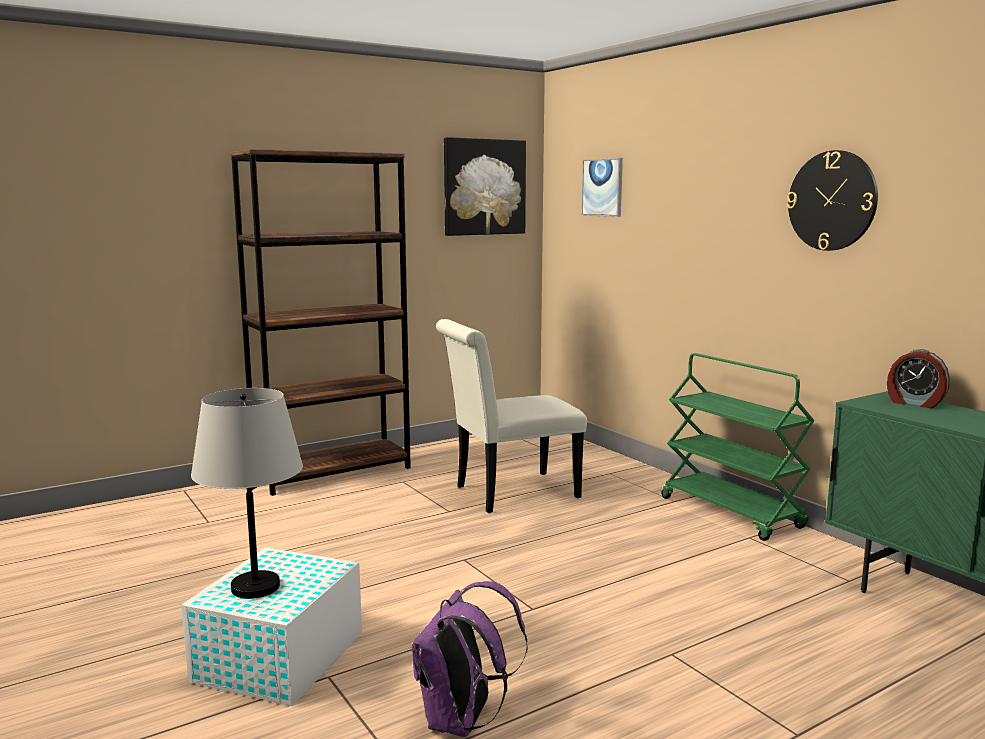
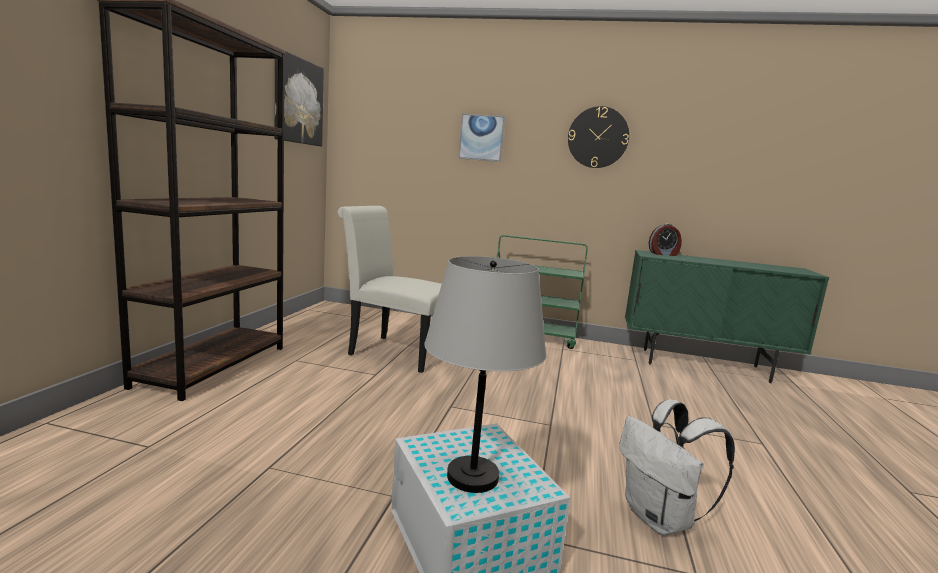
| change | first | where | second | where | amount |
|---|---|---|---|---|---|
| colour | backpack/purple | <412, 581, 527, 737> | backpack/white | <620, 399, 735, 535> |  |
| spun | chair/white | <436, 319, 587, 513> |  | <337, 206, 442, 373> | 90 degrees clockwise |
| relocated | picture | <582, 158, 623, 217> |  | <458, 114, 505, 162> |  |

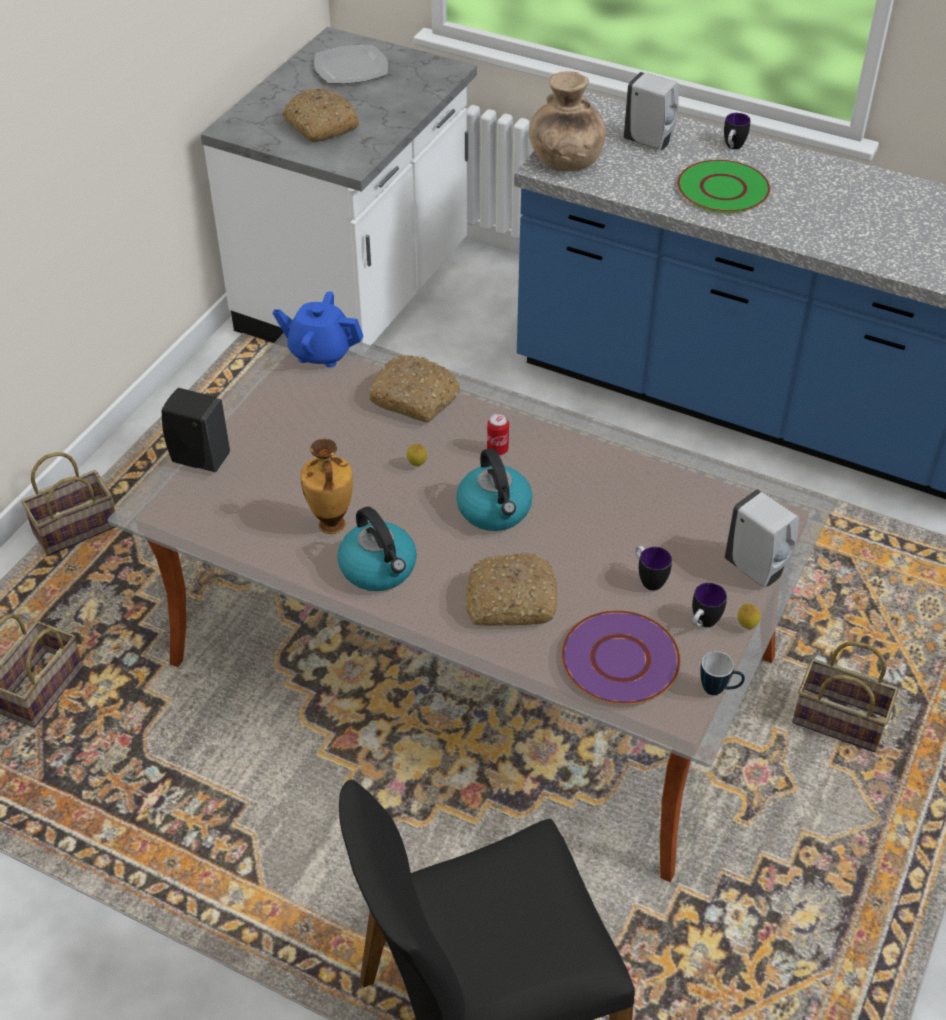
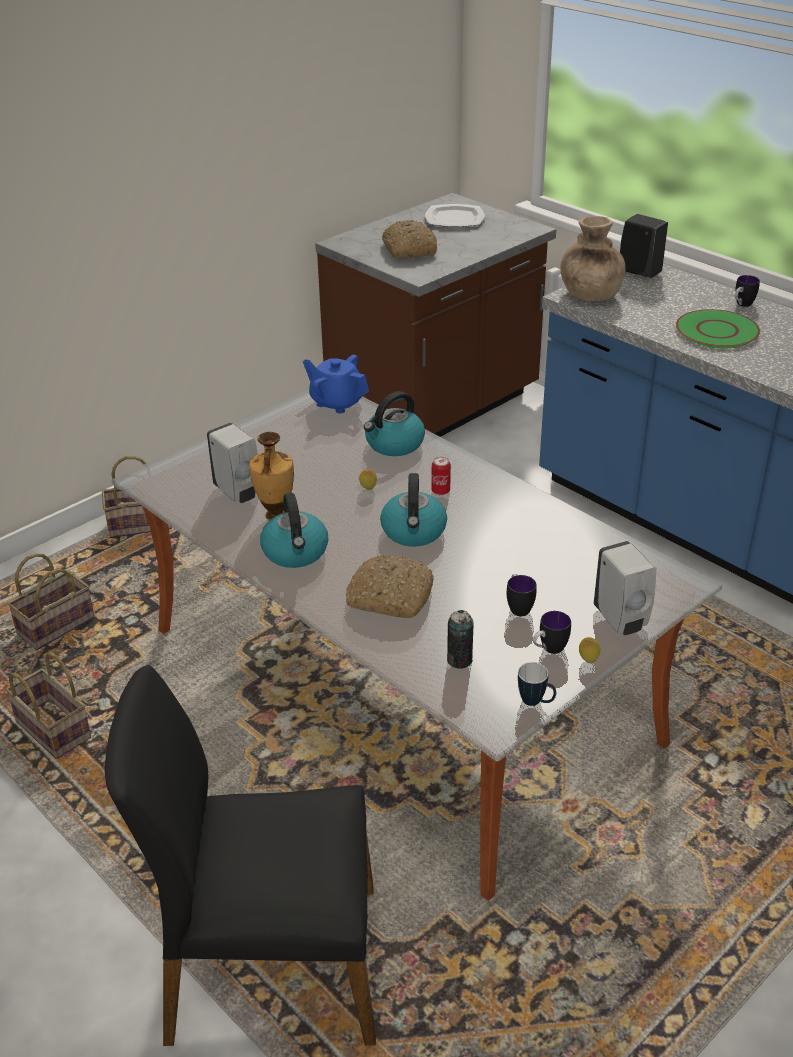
| change | first | where | second | where | amount |
|---|---|---|---|---|---|
| relocated | soap dispenser/black | <162, 388, 230, 472> |  | <620, 214, 668, 278> |  |
| colour | counter/white | <201, 27, 477, 345> | counter/brown | <315, 193, 556, 437> |  |
| exchanged | bread | <368, 355, 460, 422> | kettle | <364, 391, 425, 456> |  |
| exchanged | plate/purple | <561, 610, 681, 705> | can | <447, 610, 474, 669> |  |
| relocated | soap dispenser/white | <624, 72, 679, 150> |  | <207, 423, 258, 503> |  |
| relocated | basket | <792, 641, 899, 752> |  | <5, 652, 91, 759> |  |

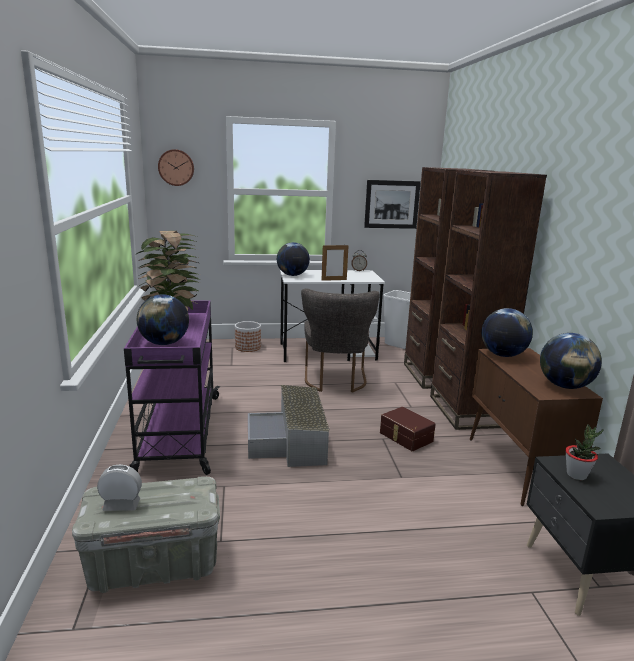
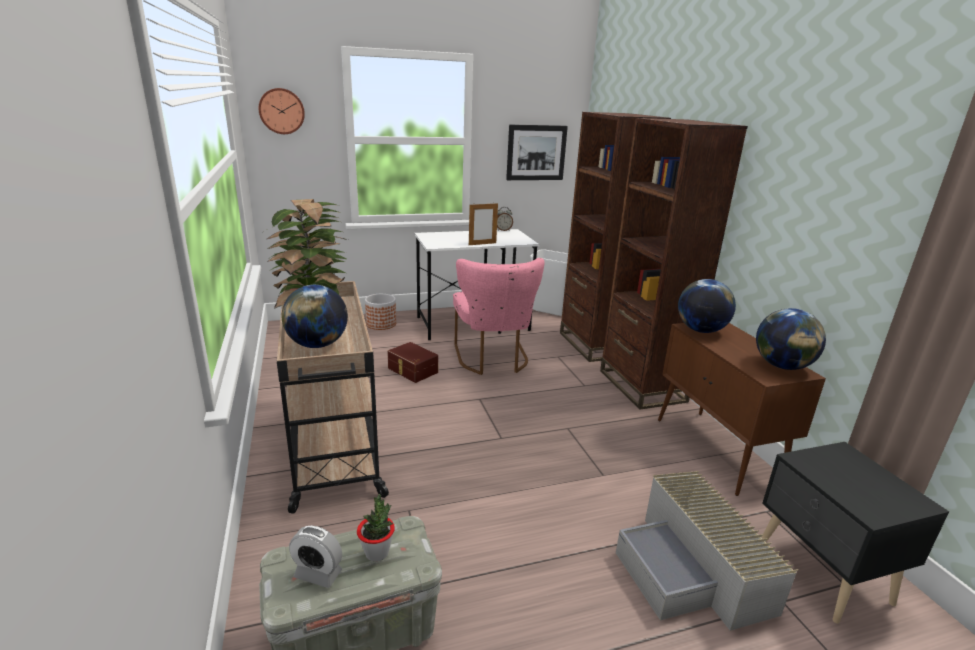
| change | first | where | second | where | amount |
|---|---|---|---|---|---|
| spun | alarm clock | <97, 464, 142, 511> |  | <289, 525, 342, 588> | 150 degrees counterclockwise |
| colour | cart/purple | <124, 300, 220, 475> | cart/beige | <277, 281, 389, 514> |  |
| relocated | storage box/grey | <248, 385, 330, 467> |  | <616, 471, 798, 631> |  |
| missing | globe | <277, 242, 310, 276> |  |  |  |
| colour | chair/grey | <301, 288, 380, 393> | chair/pink | <453, 258, 545, 375> |  |
| relocated | storage box/brown | <380, 407, 435, 451> |  | <387, 342, 438, 383> |  |
| relocated | potted plant | <565, 424, 603, 480> |  | <357, 494, 395, 562> |  |

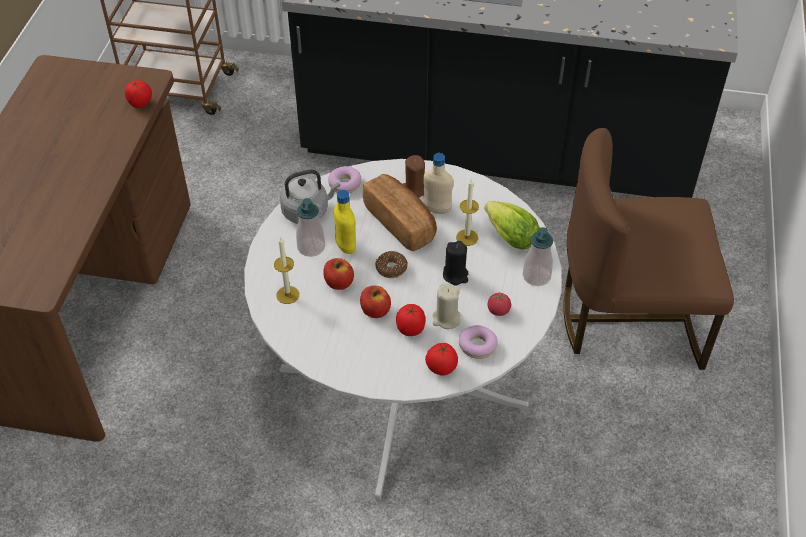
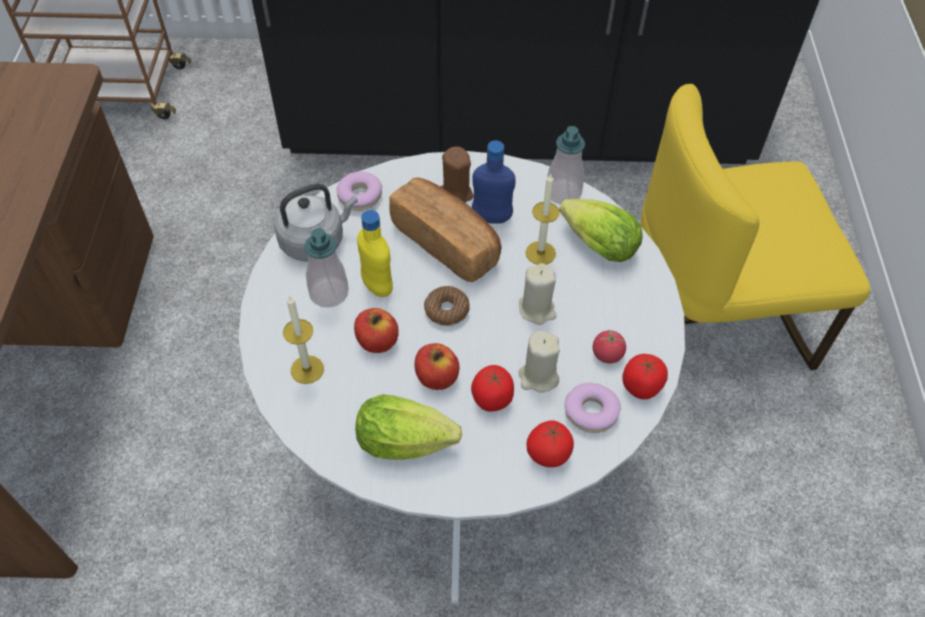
| change | first | where | second | where | amount |
|---|---|---|---|---|---|
| relocated | tomato | <125, 80, 152, 108> |  | <623, 354, 668, 399> |  |
| colour | bottle/beige | <423, 153, 453, 214> | bottle/blue | <472, 141, 516, 224> |  |
| colour | candle/black | <443, 241, 468, 286> | candle/beige | <519, 263, 556, 325> |  |
| relocated | soap dispenser | <523, 227, 553, 286> |  | <547, 126, 585, 205> |  |
| colour | chair/brown | <564, 128, 734, 370> | chair/yellow | <641, 84, 870, 370> |  |
| appeared |  |  | lettuce | <355, 394, 462, 460> |  |

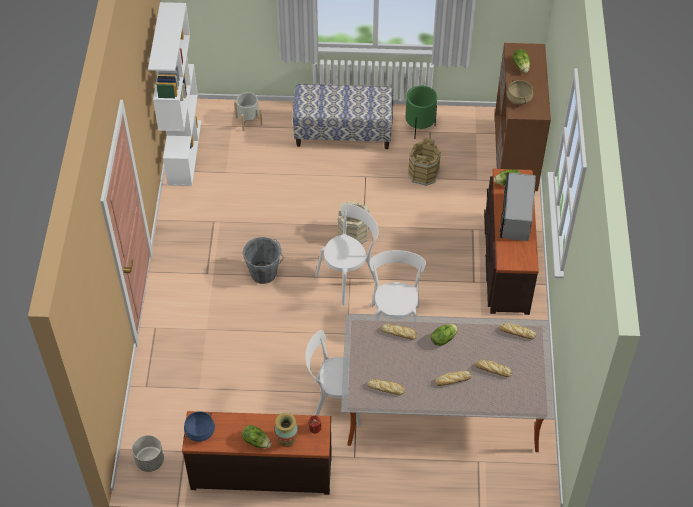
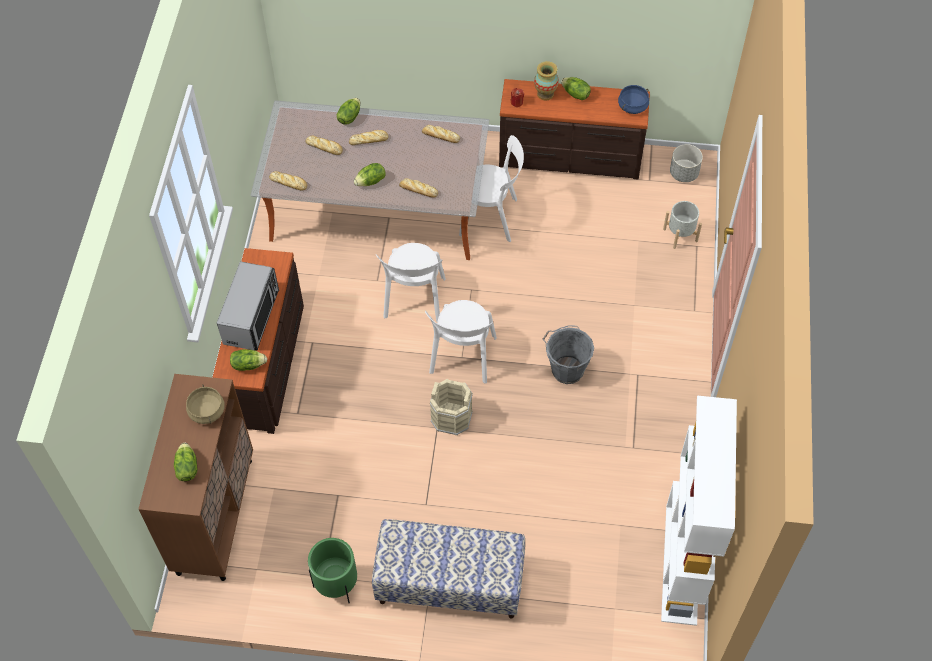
| change | first | where | second | where | amount |
|---|---|---|---|---|---|
| relocated | planter/grey | <234, 92, 262, 131> |  | <663, 201, 702, 249> |  |
| spun | chair/white | <315, 203, 379, 305> |  | <425, 300, 497, 383> | 45 degrees counterclockwise |
| missing | bucket/brown | <407, 137, 441, 186> |  |  |  |
| appeared |  |  | lettuce | <337, 98, 360, 125> |  |

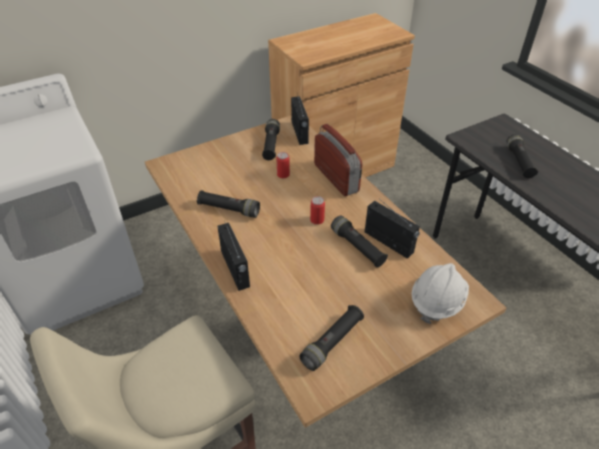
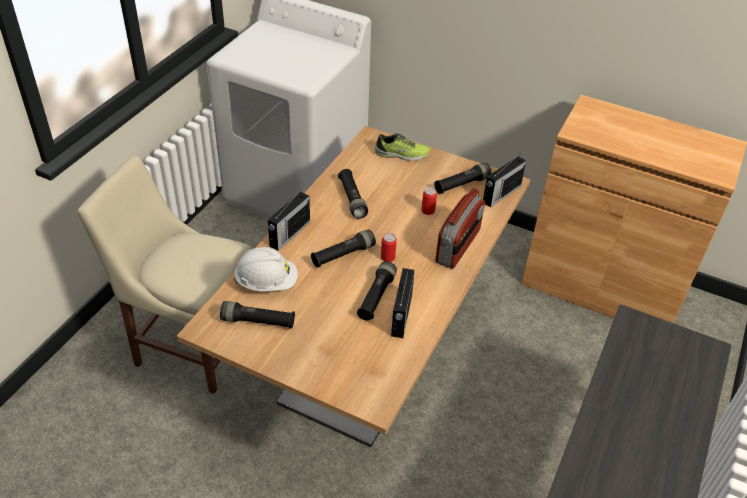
| change | first | where | second | where | amount |
|---|---|---|---|---|---|
| relocated | hard hat/white | <412, 263, 469, 324> |  | <234, 247, 298, 291> |  |
| relocated | flashlight/black | <506, 134, 538, 178> |  | <311, 229, 376, 267> |  |
| appeared |  |  | shoe | <374, 133, 430, 161> |  |

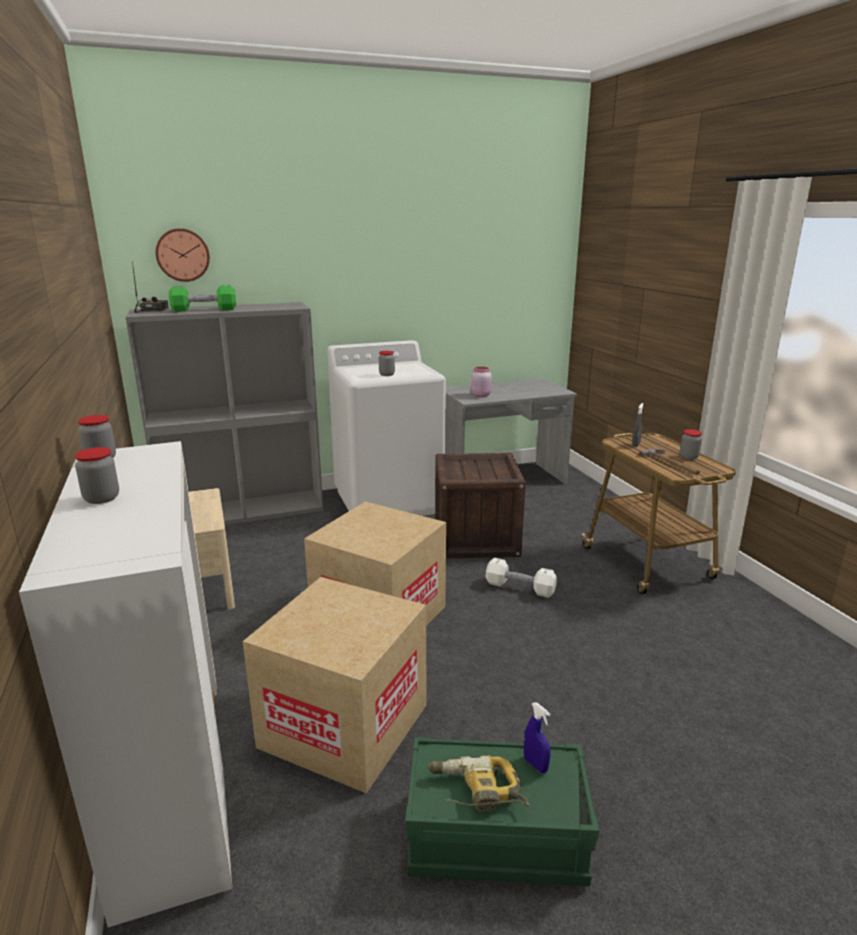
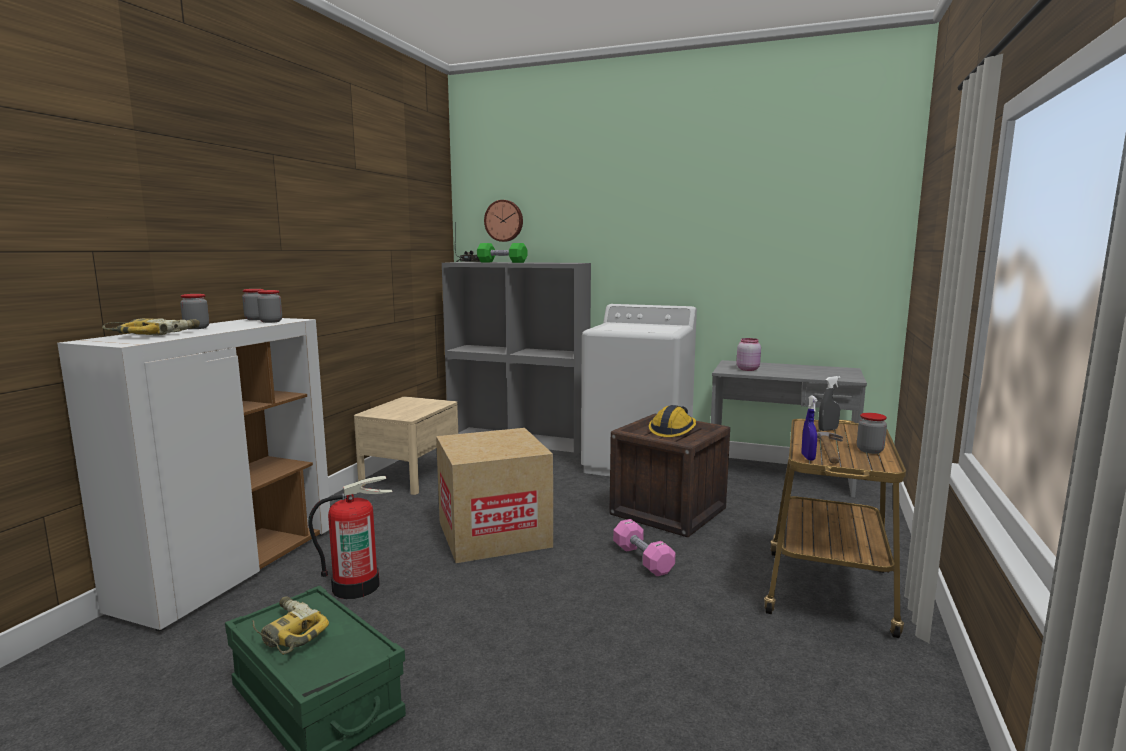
| change | first | where | second | where | amount |
|---|---|---|---|---|---|
| exchanged | cardboard box | <243, 577, 426, 794> | fire extinguisher | <308, 476, 393, 599> |  |
| relocated | jar | <379, 351, 395, 376> |  | <257, 290, 282, 323> |  |
| colour | dumbbell/white | <486, 558, 557, 598> | dumbbell/pink | <613, 519, 676, 576> |  |
| relocated | spray bottle/blue | <524, 702, 551, 773> |  | <802, 395, 817, 460> |  |
| appeared |  |  | power drill | <102, 318, 200, 336> |  |
| appeared |  |  | hard hat | <649, 405, 696, 437> |  |

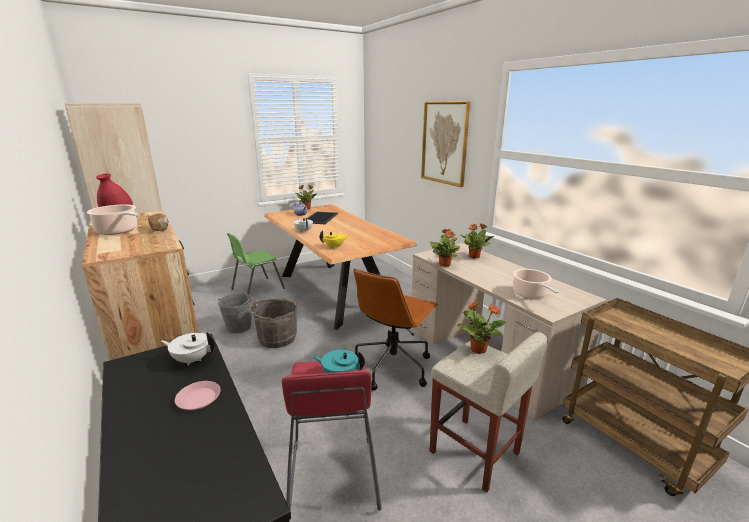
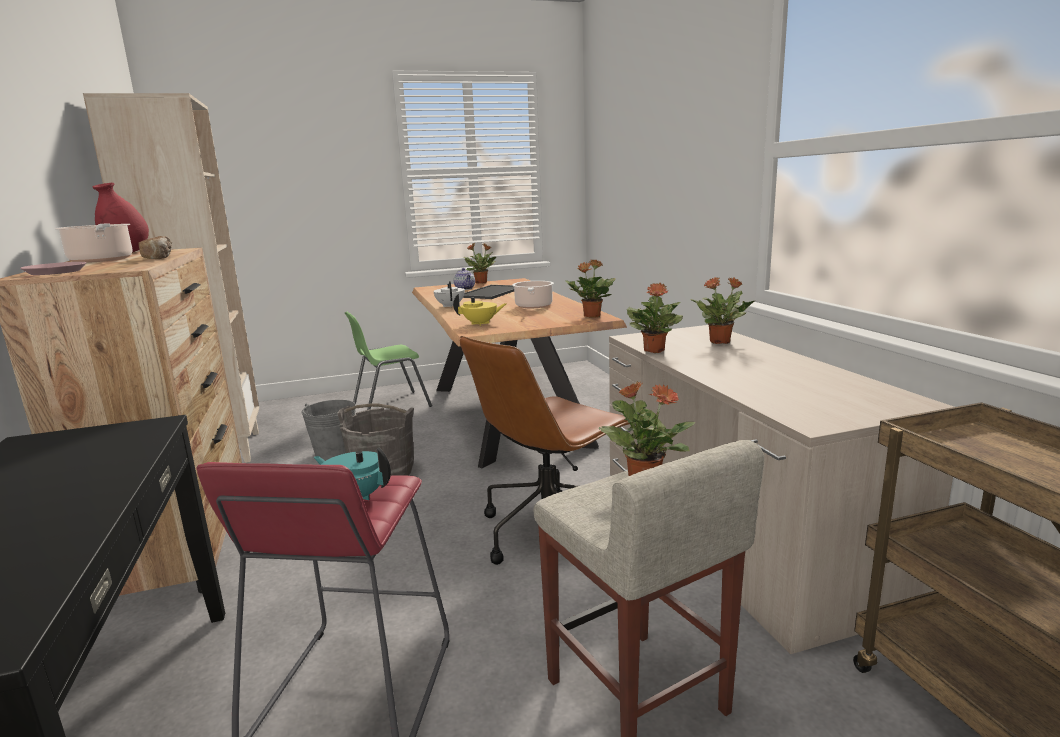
| change | first | where | second | where | amount |
|---|---|---|---|---|---|
| missing | teapot/white | <161, 332, 215, 366> |  |  |  |
| relocated | plate/pink | <175, 381, 220, 410> |  | <20, 262, 86, 275> |  |
| missing | picture | <421, 101, 470, 187> |  |  |  |
| relocated | cooking pot | <513, 269, 559, 299> |  | <512, 281, 554, 308> |  |
| appeared |  |  | potted plant | <565, 260, 616, 318> |  |

